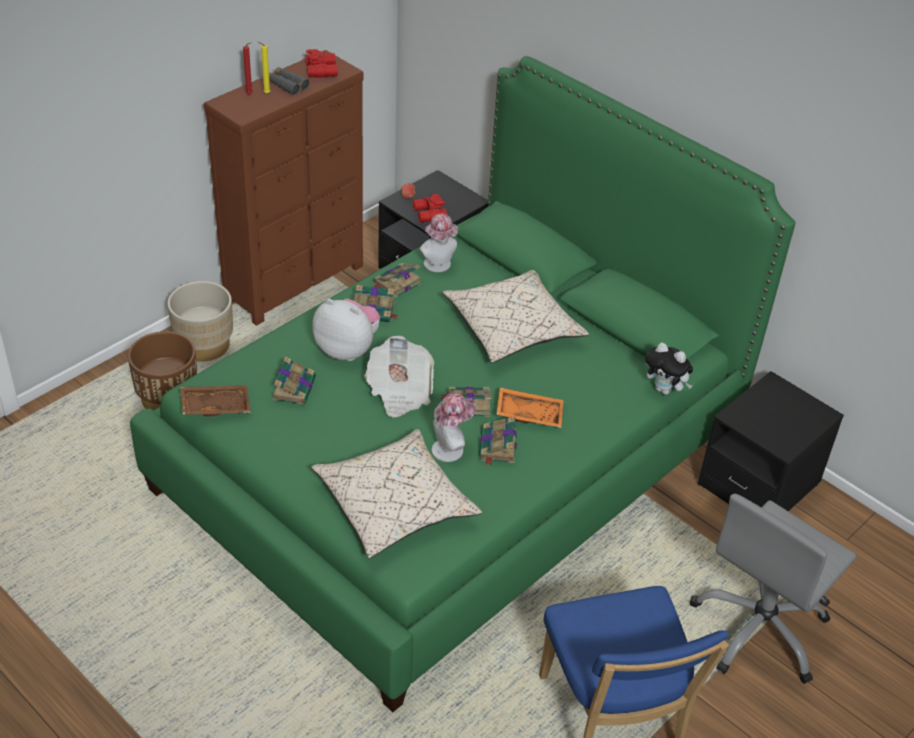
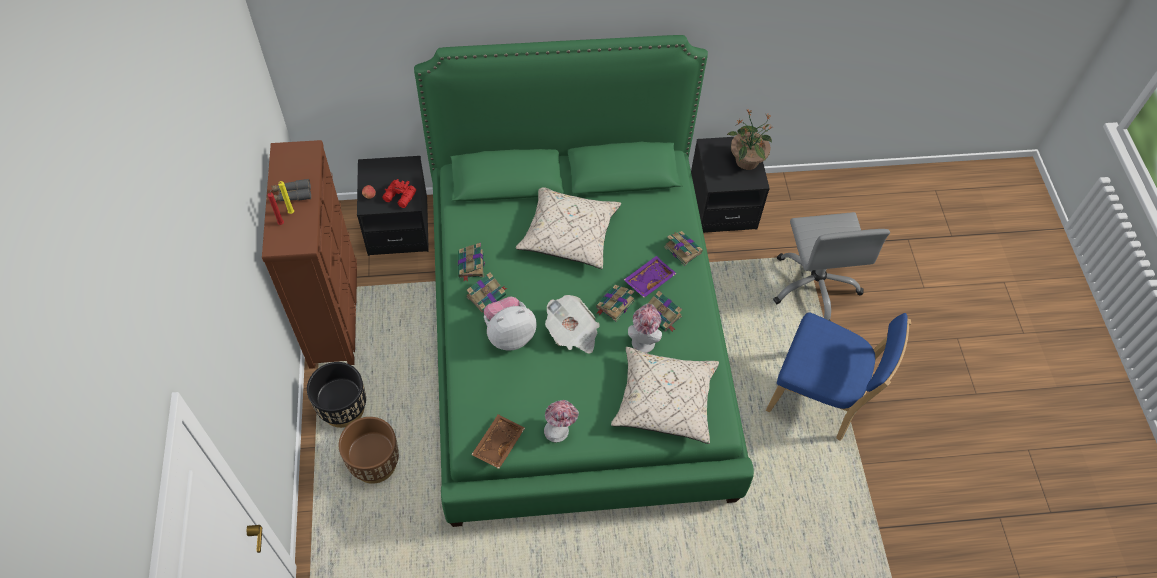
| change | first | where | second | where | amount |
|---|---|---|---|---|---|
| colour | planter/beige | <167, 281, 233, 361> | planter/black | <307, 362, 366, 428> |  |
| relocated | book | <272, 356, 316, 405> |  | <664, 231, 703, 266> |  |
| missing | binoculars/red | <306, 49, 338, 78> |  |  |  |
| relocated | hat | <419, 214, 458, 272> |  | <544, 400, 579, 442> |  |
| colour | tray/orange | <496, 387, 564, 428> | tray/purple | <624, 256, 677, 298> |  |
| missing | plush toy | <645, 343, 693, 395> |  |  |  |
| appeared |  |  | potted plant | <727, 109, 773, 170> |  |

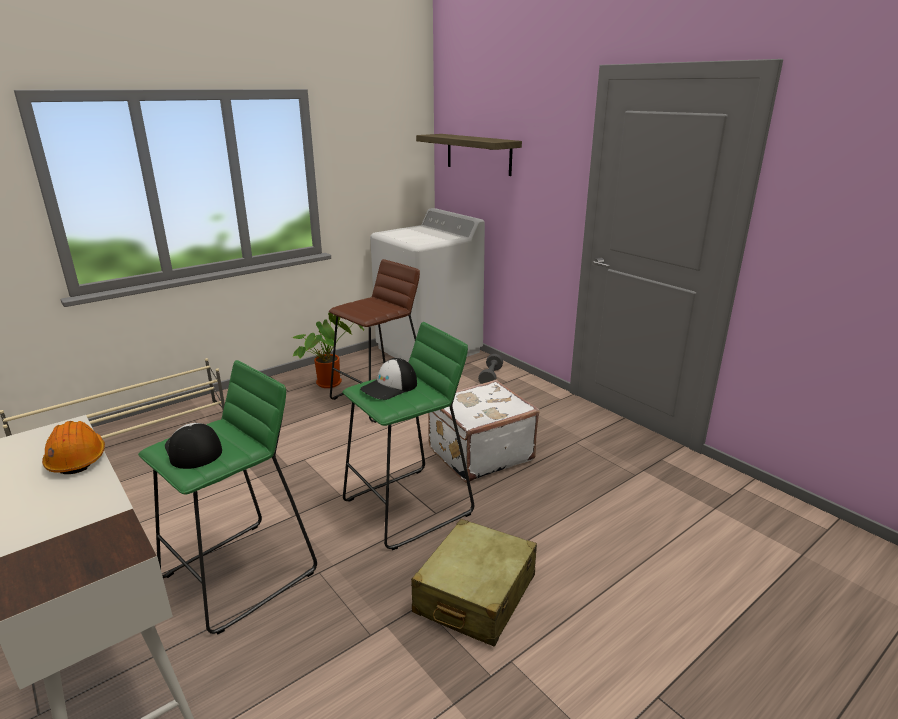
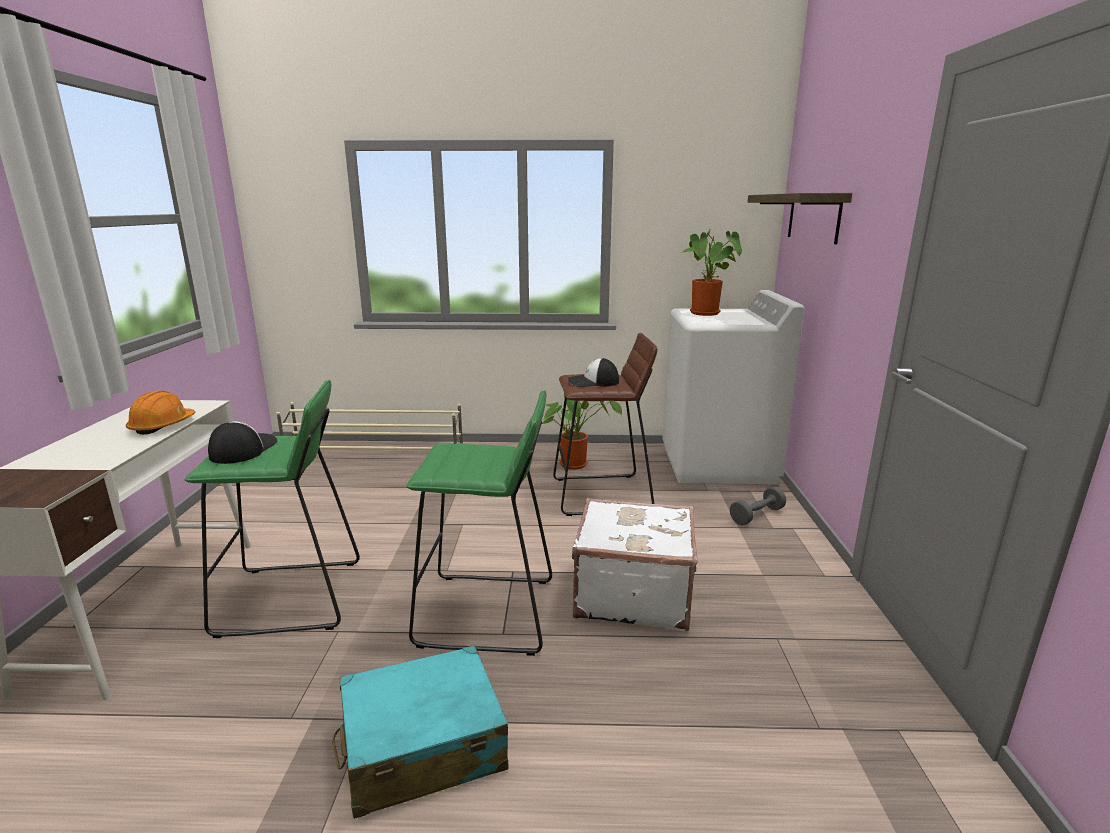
| change | first | where | second | where | amount |
|---|---|---|---|---|---|
| relocated | cap | <360, 358, 417, 400> |  | <568, 358, 619, 387> |  |
| colour | suitcase/beige | <411, 519, 537, 647> | suitcase/turquoise | <332, 645, 509, 819> |  |
| appeared |  |  | potted plant | <679, 228, 742, 316> |  |

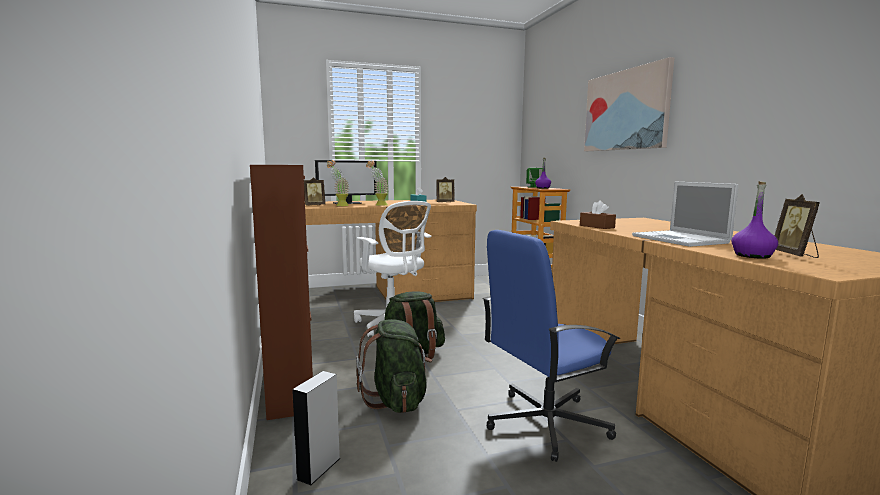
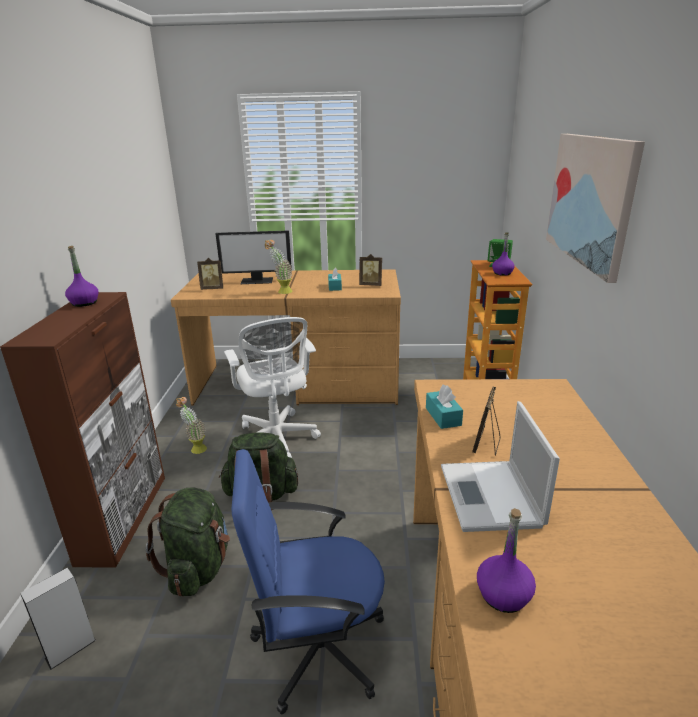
| change | first | where | second | where | amount |
|---|---|---|---|---|---|
| relocated | potted plant | <327, 160, 350, 206> |  | <176, 397, 207, 454> |  |
| colour | tissue box/brown | <580, 200, 616, 229> | tissue box/turquoise | <426, 385, 463, 429> |  |
| relocated | picture frame | <775, 194, 820, 258> |  | <472, 387, 500, 456> |  |
| appeared |  |  | bottle/purple | <65, 246, 99, 307> |  |

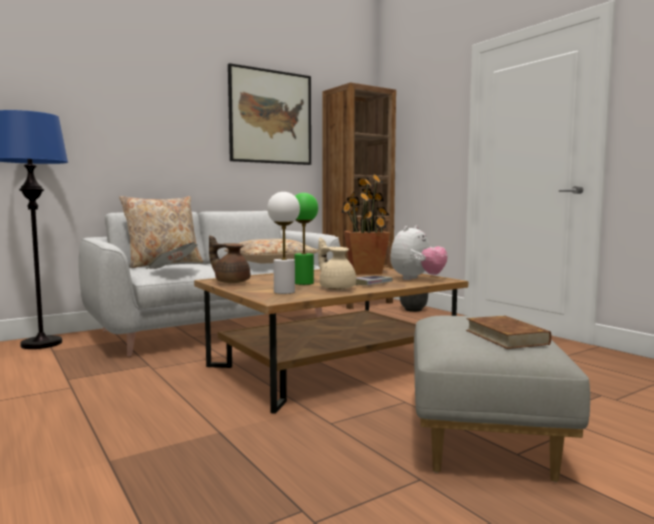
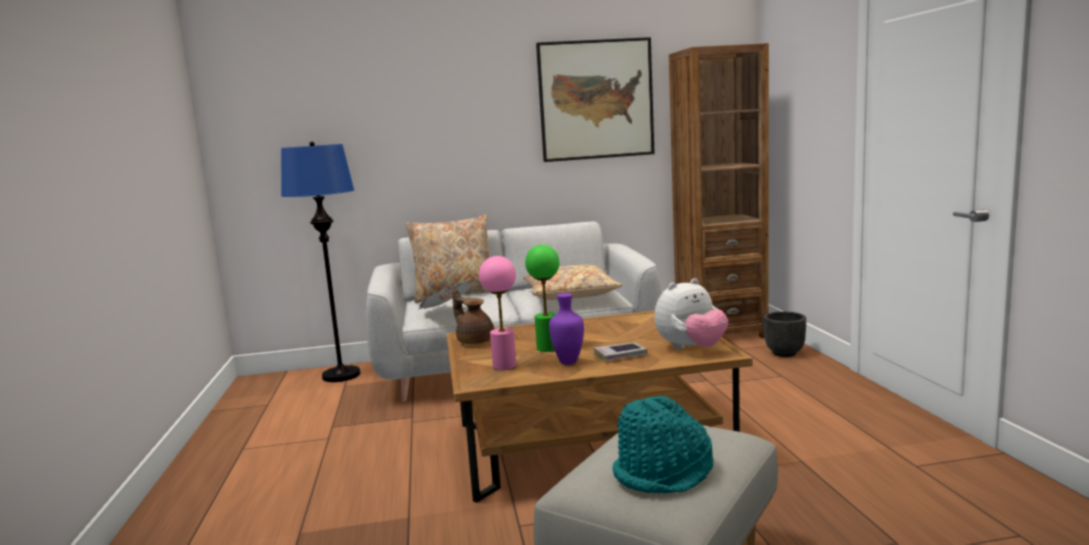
| change | first | where | second | where | amount |
|---|---|---|---|---|---|
| colour | table lamp/white | <267, 192, 300, 294> | table lamp/pink | <479, 256, 516, 370> |  |
| exchanged | teapot/beige | <318, 238, 356, 290> | vase/purple | <549, 293, 584, 365> |  |
| missing | potted plant | <341, 174, 390, 275> |  |  |  |
| exchanged | book/brown | <466, 315, 551, 349> | hat/turquoise | <613, 396, 713, 494> |  |

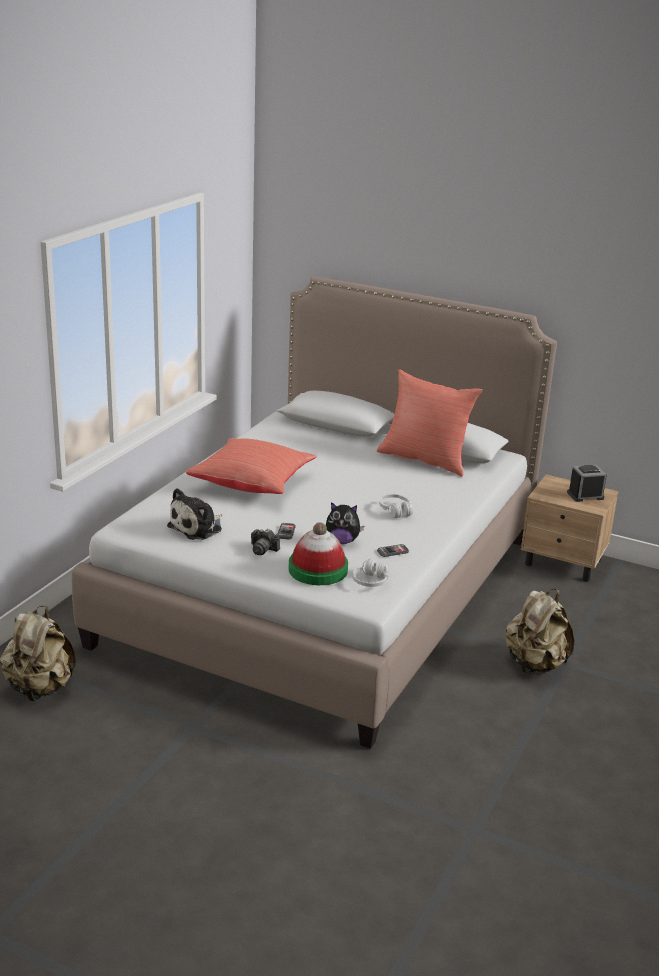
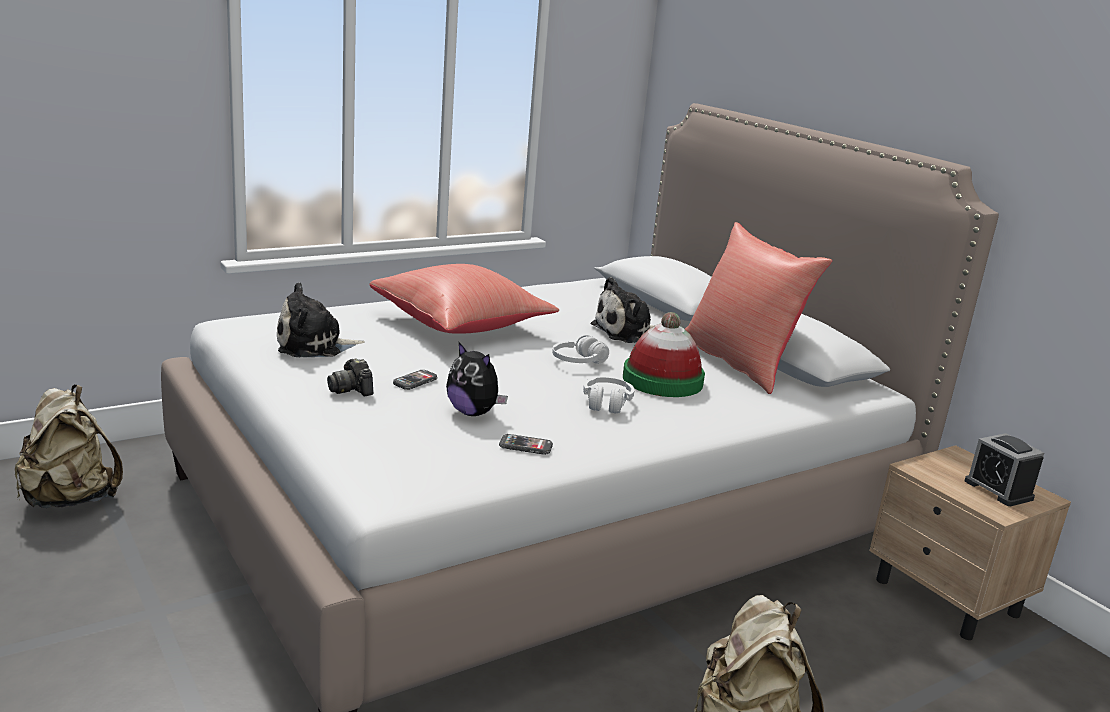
| change | first | where | second | where | amount |
|---|---|---|---|---|---|
| relocated | hat | <289, 522, 348, 585> |  | <623, 312, 705, 397> |  |
| relocated | headphones/white | <352, 559, 389, 587> |  | <552, 335, 609, 364> |  |
| spun | alarm clock | <567, 465, 607, 502> |  | <965, 433, 1044, 506> | 135 degrees counterclockwise |
| appeared |  |  | plush toy | <591, 277, 654, 343> |  |

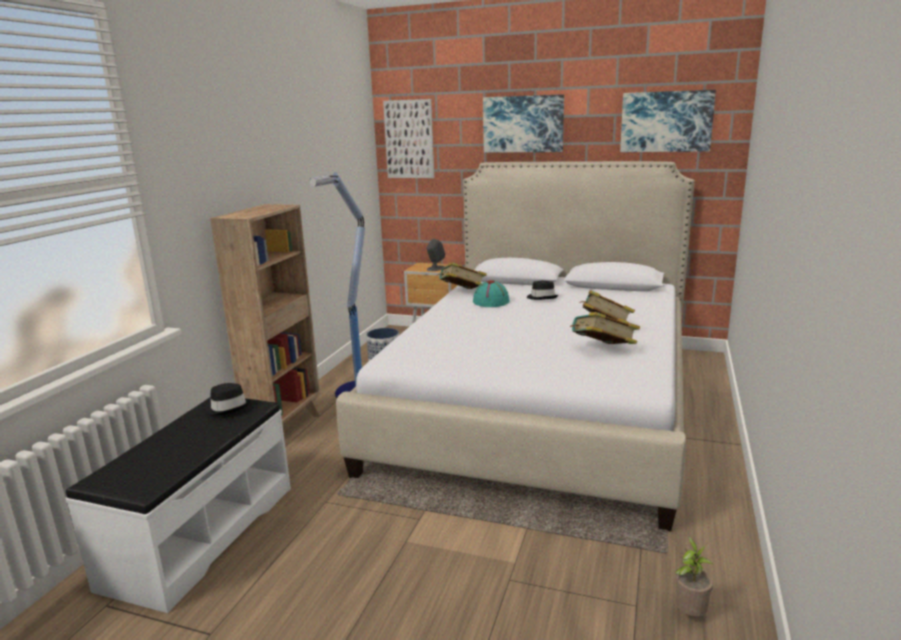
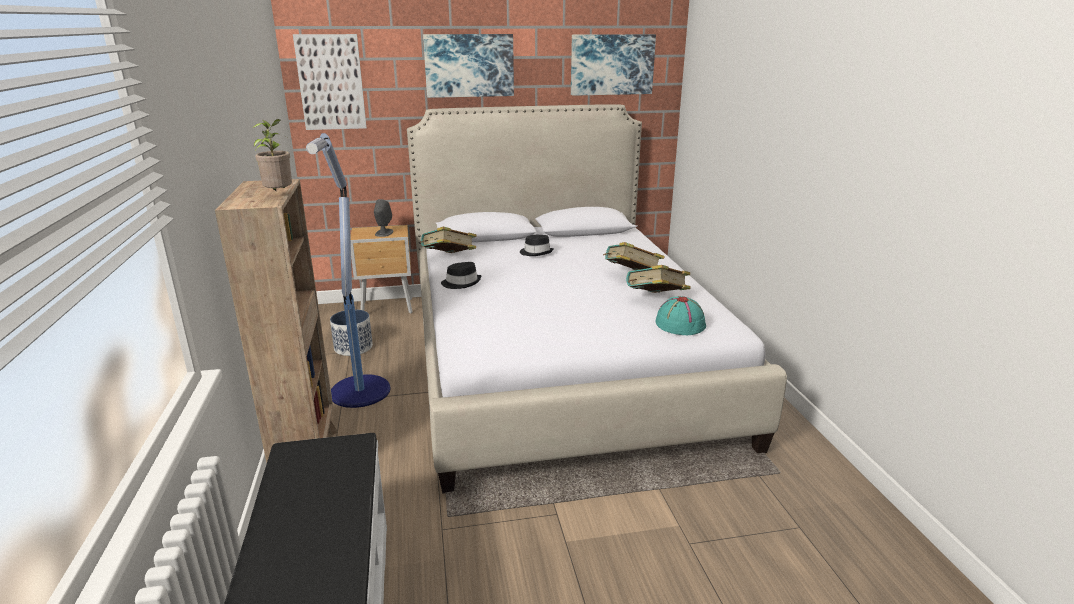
| change | first | where | second | where | amount |
|---|---|---|---|---|---|
| relocated | hat/black | <205, 383, 251, 416> |  | <441, 262, 481, 289> |  |
| relocated | hat/turquoise | <473, 280, 510, 307> |  | <655, 296, 706, 335> |  |
| relocated | potted plant | <675, 536, 713, 616> |  | <253, 119, 292, 191> |  |

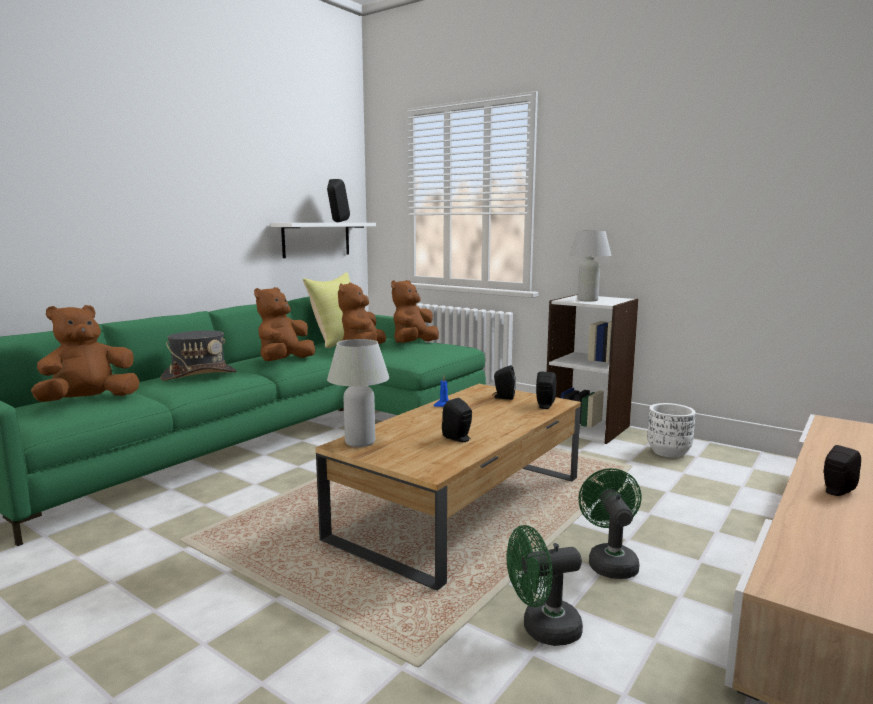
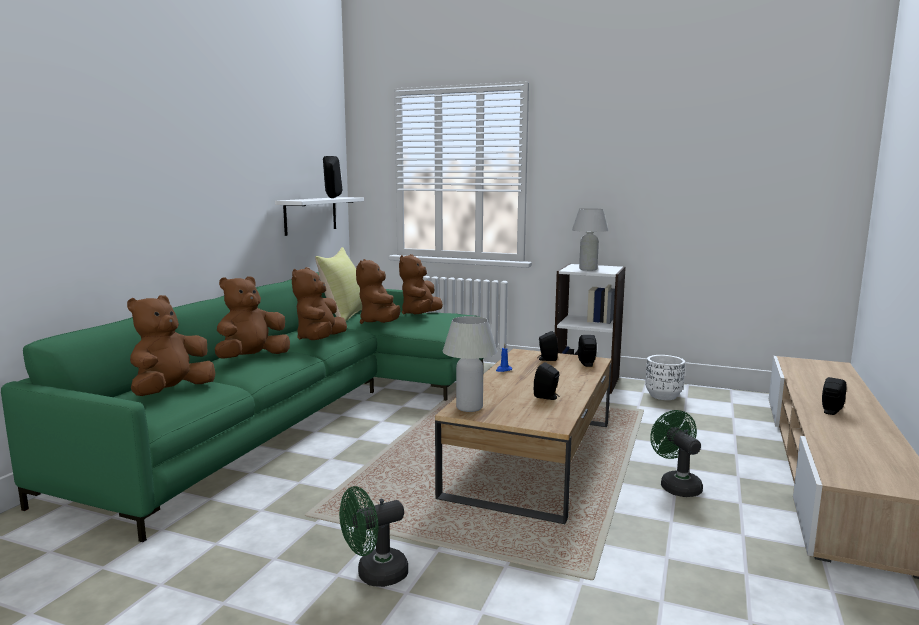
| change | first | where | second | where | amount |
|---|---|---|---|---|---|
| exchanged | hat/grey | <160, 330, 237, 381> | plush toy/brown | <215, 276, 290, 359> |  |
| relocated | fan/green | <506, 525, 583, 646> |  | <339, 486, 408, 587> |  |

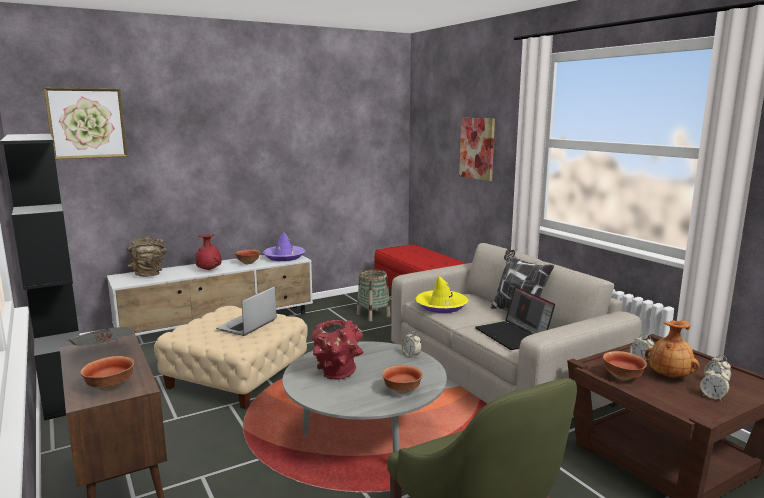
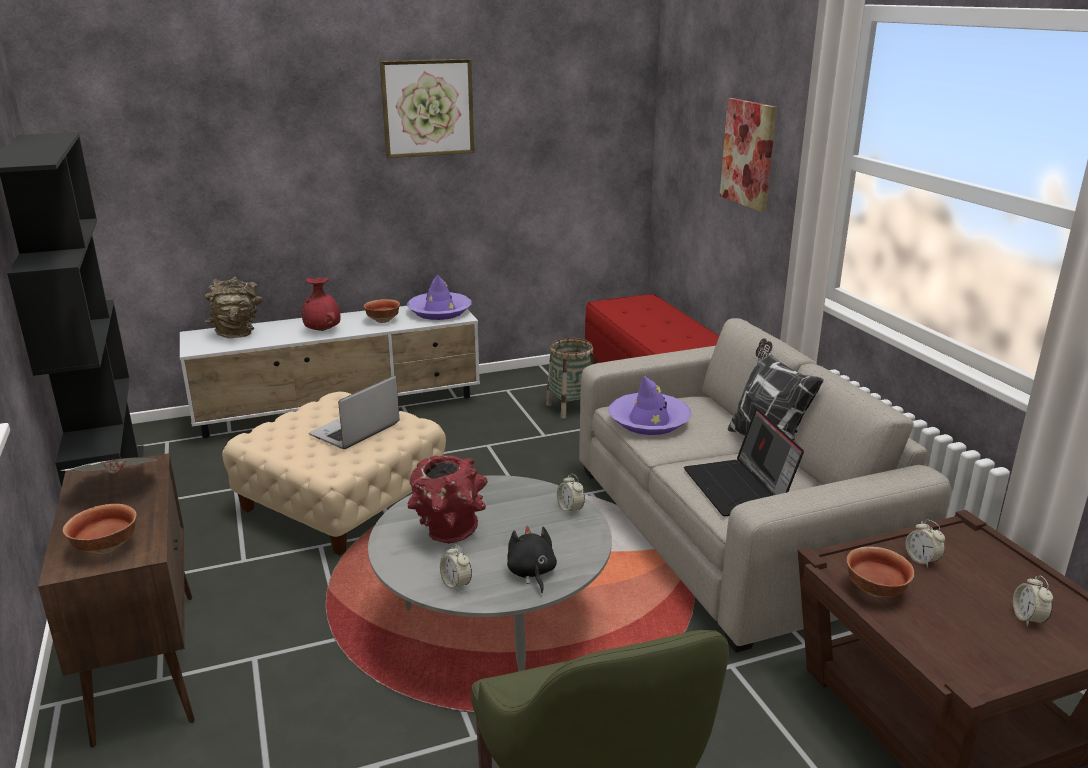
| change | first | where | second | where | amount |
|---|---|---|---|---|---|
| relocated | picture | <44, 88, 127, 159> |  | <380, 59, 474, 158> |  |
| exchanged | bowl | <382, 365, 423, 394> | plush toy/black | <507, 525, 557, 593> |  |
| colour | hat/yellow | <415, 275, 469, 313> | hat/purple | <608, 375, 692, 435> |  |
| missing | vase/brown | <645, 320, 700, 377> |  |  |  |
| relocated | alarm clock | <700, 367, 730, 401> |  | <440, 544, 472, 593> |  |

